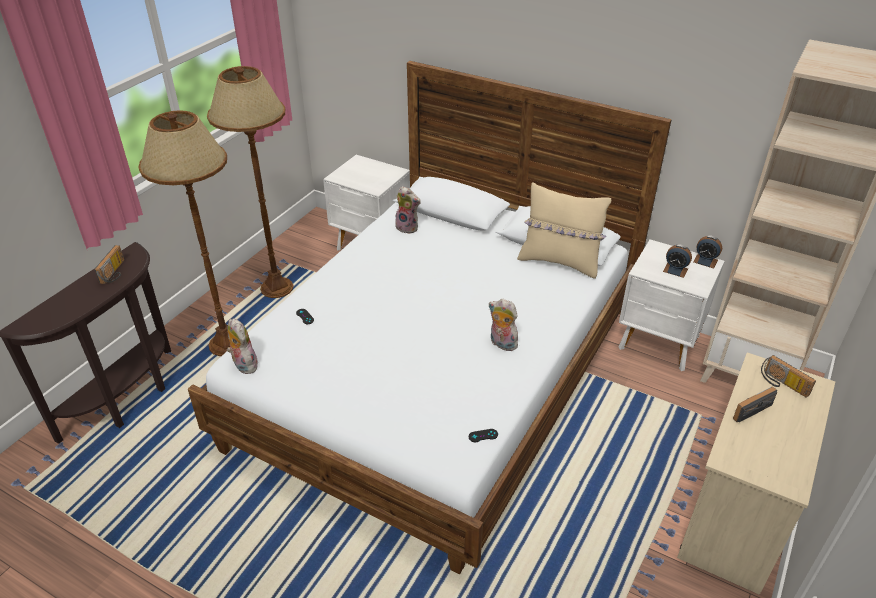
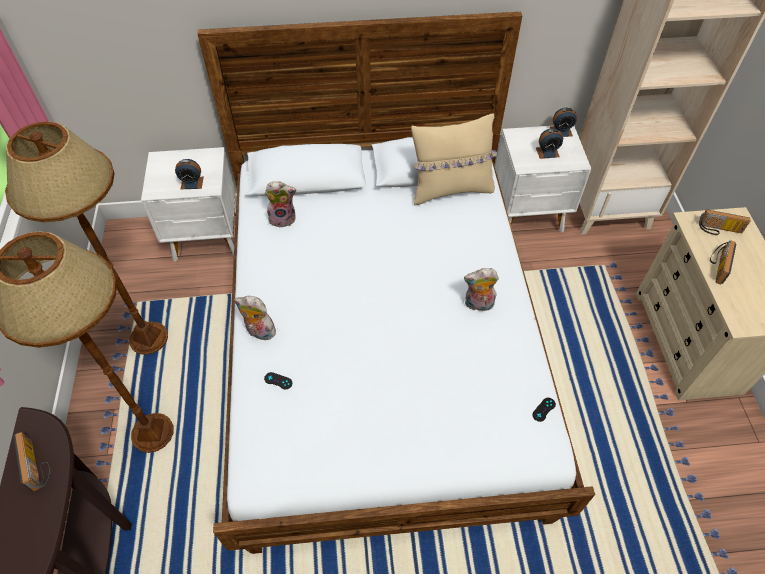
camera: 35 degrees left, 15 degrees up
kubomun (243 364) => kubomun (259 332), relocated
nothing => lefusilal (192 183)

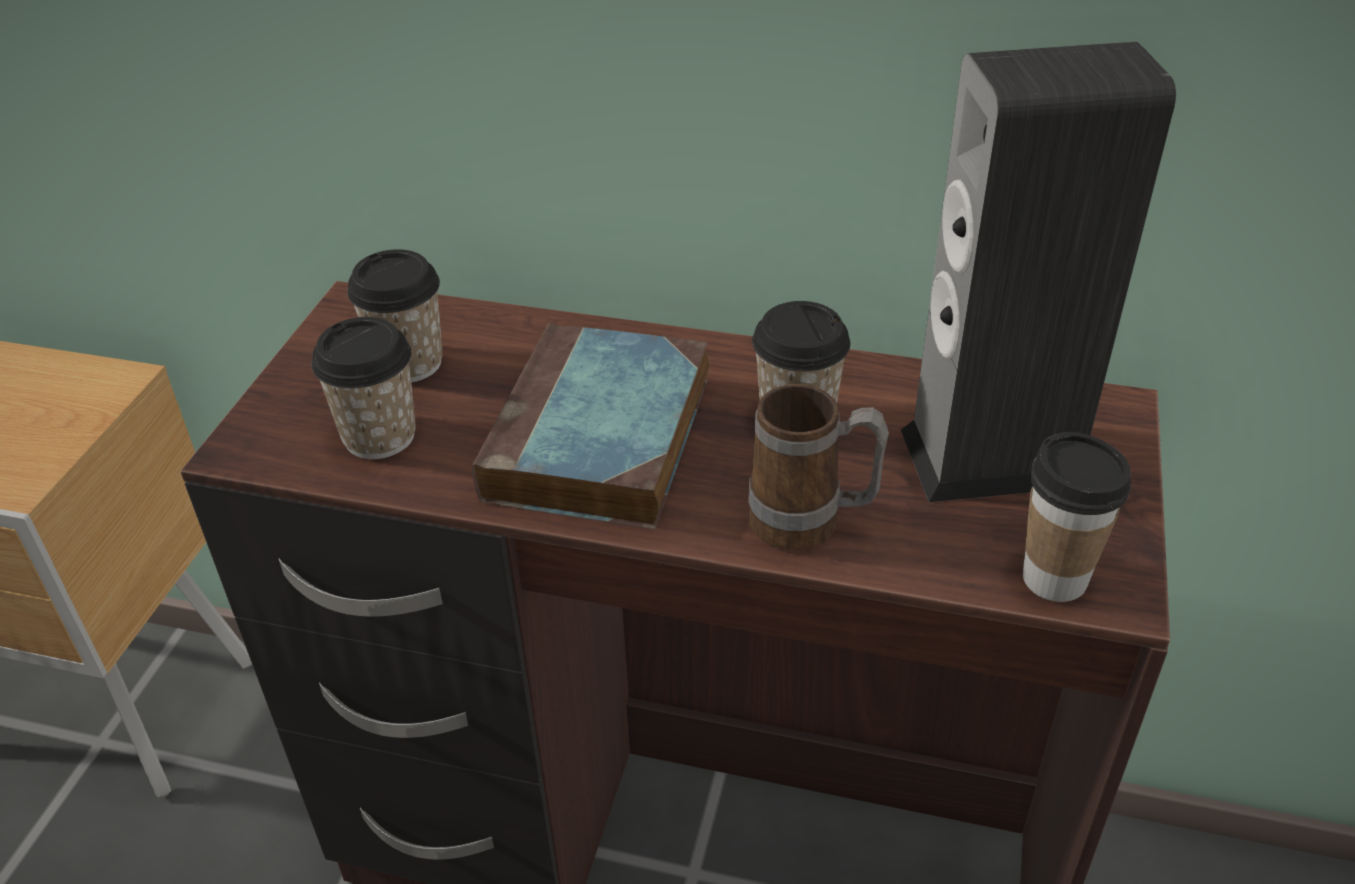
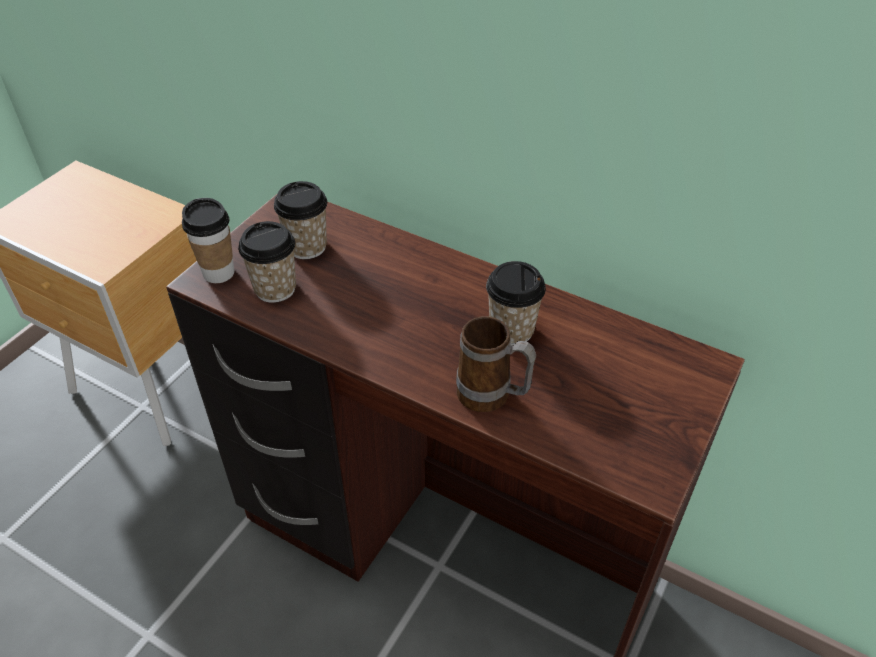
camera: 15 degrees right, 5 degrees up
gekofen (600 442) => nothing
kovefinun (993 457) => nothing
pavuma (1054 578) => pavuma (218 273), relocated

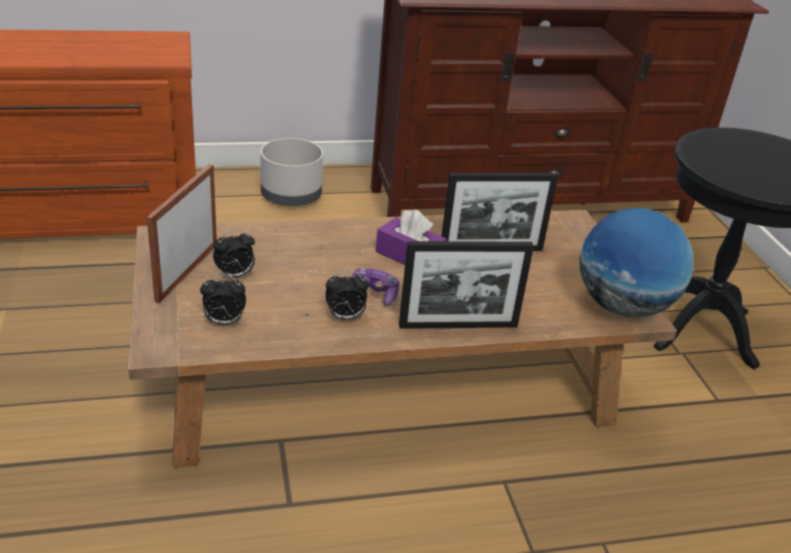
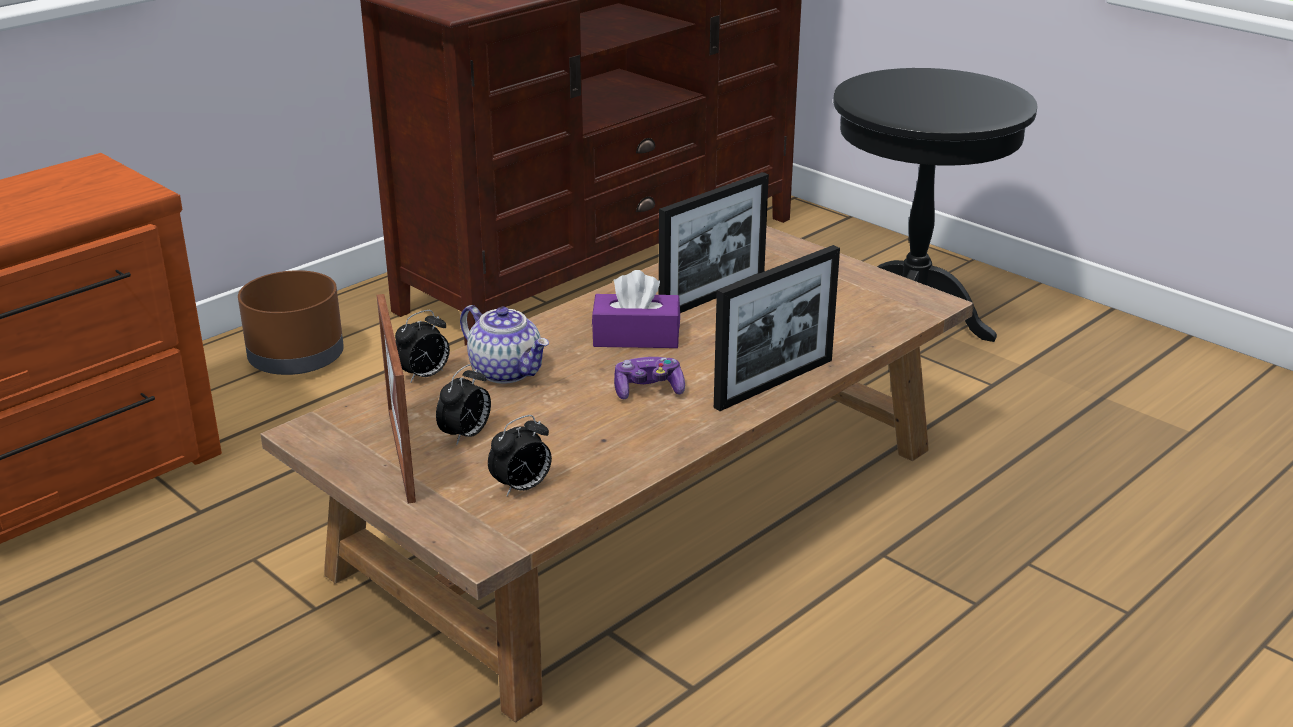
camera: 30 degrees left, 5 degrees down
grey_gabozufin (291 196) => brown_gabozufin (296 359)
lefusilal (345 317) => lefusilal (424 376), relocated
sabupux (623 307) => nothing
nothing => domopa (507 371)

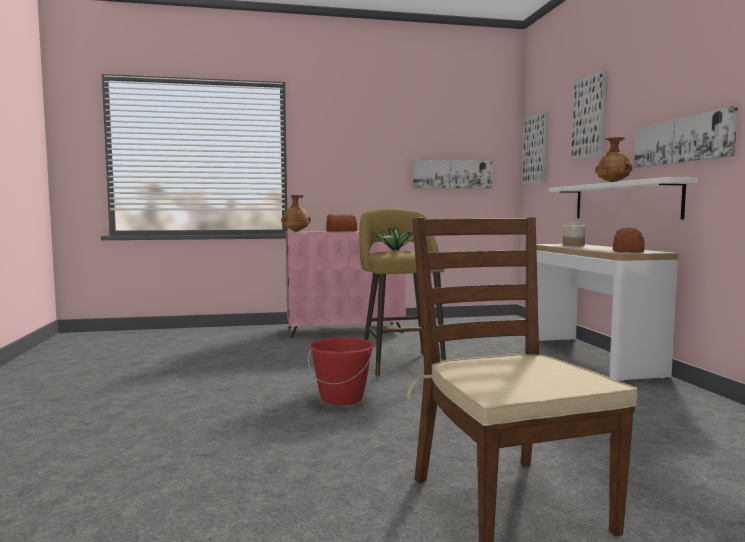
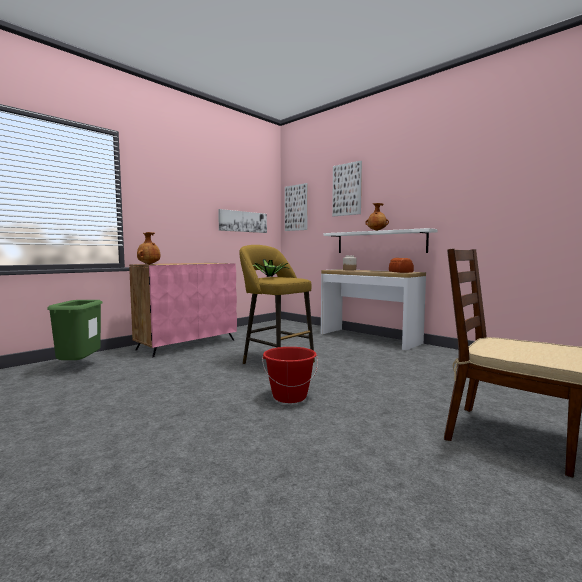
camera: 35 degrees left, 0 degrees up
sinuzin (340 231) => nothing
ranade (682 140) => nothing
nothing => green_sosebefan (79 367)

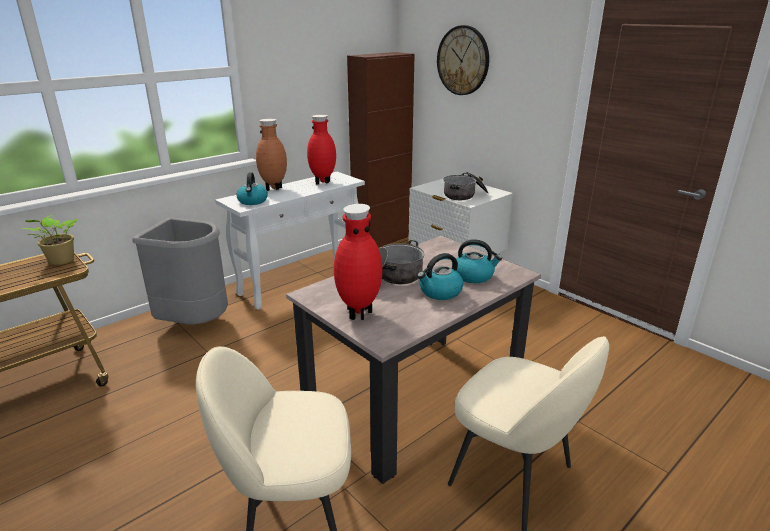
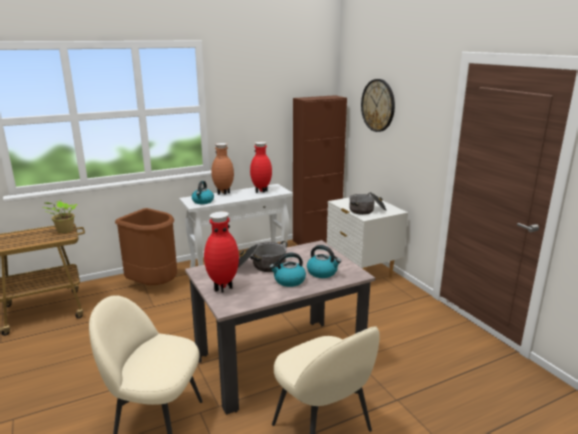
camera: 15 degrees right, 5 degrees down
grey_sosebefan (195 323) => brown_sosebefan (154 284)

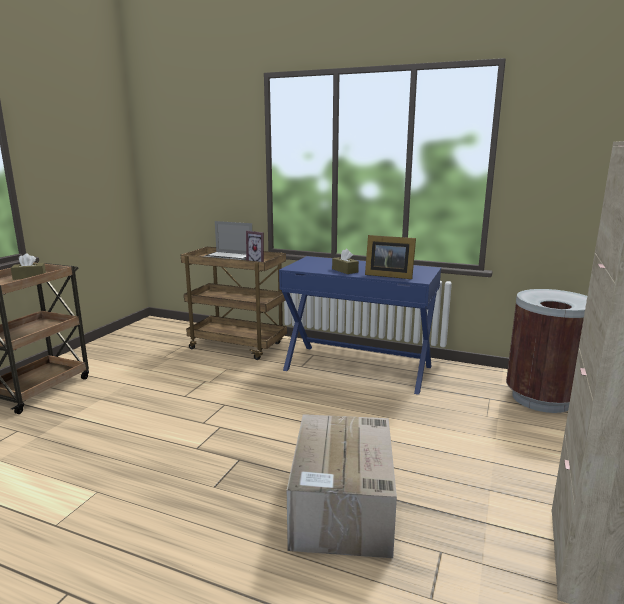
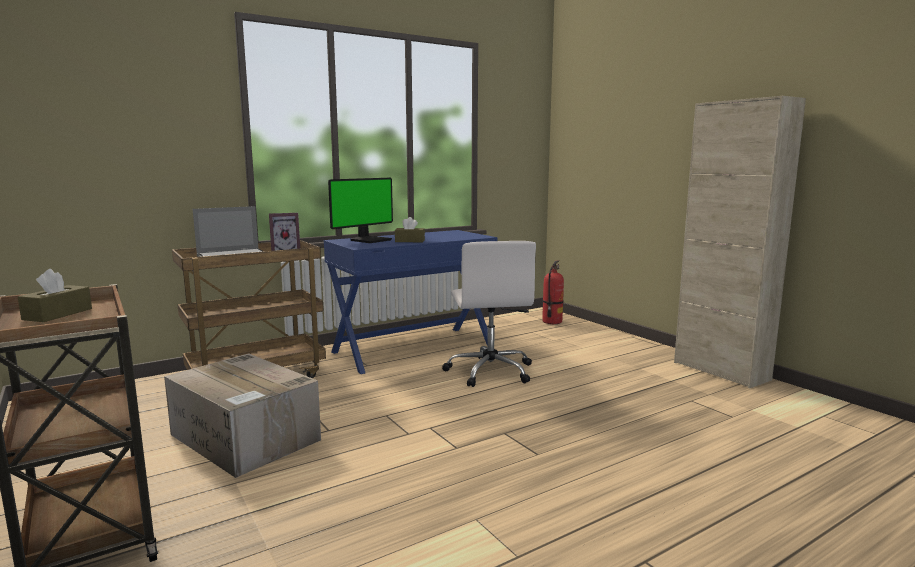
camera: 55 degrees left, 5 degrees down
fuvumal (342 506) => fuvumal (246 438), relocated
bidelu (388 275) => nothing
brown_sosebefan (541 398) => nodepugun (552 322)
nothing => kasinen (370 240)
nothing => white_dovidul (490 371)

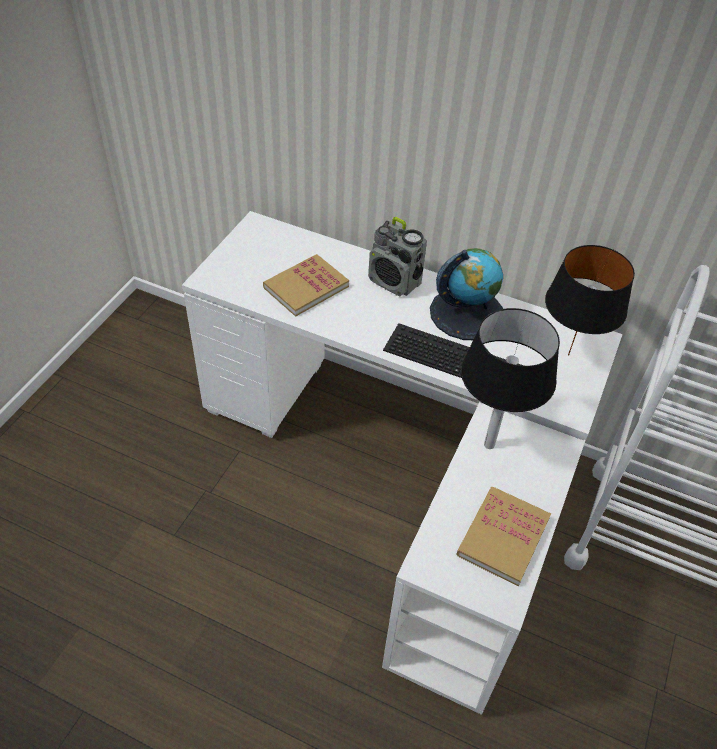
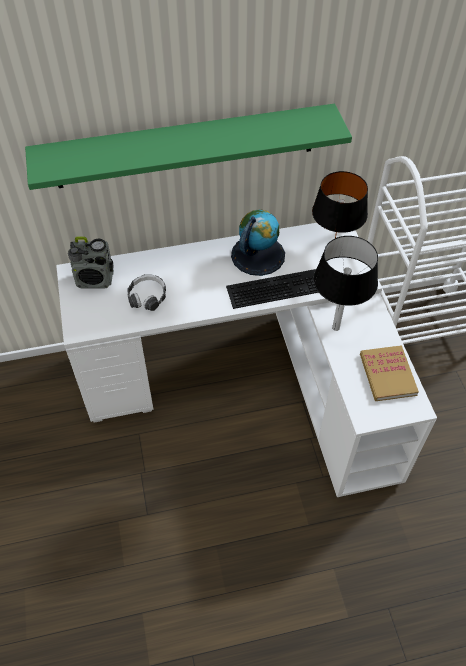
camera: 35 degrees left, 5 degrees up
gekofen (306 287) => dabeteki (147 296)
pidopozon (394 282) => pidopozon (95 280), relocated
nothing => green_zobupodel (186 146)

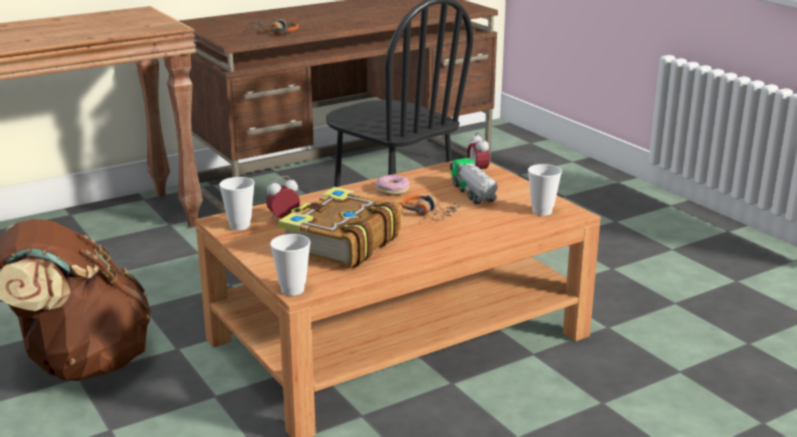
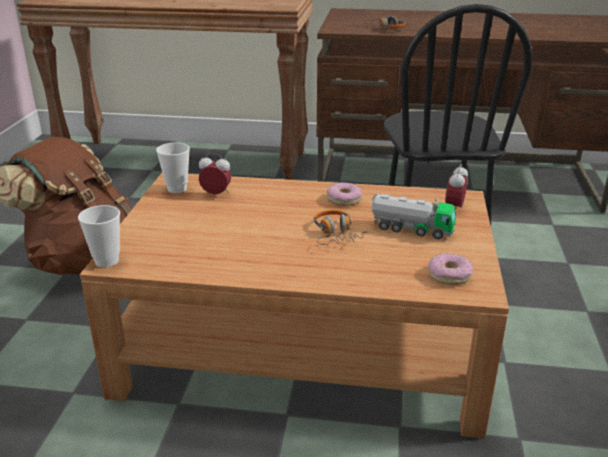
camera: 40 degrees right, 5 degrees up
gekofen (339 245) => nothing
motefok (473 194) => motefok (411 229), 90 degrees clockwise
pavuma (542 211) => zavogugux (449 275)

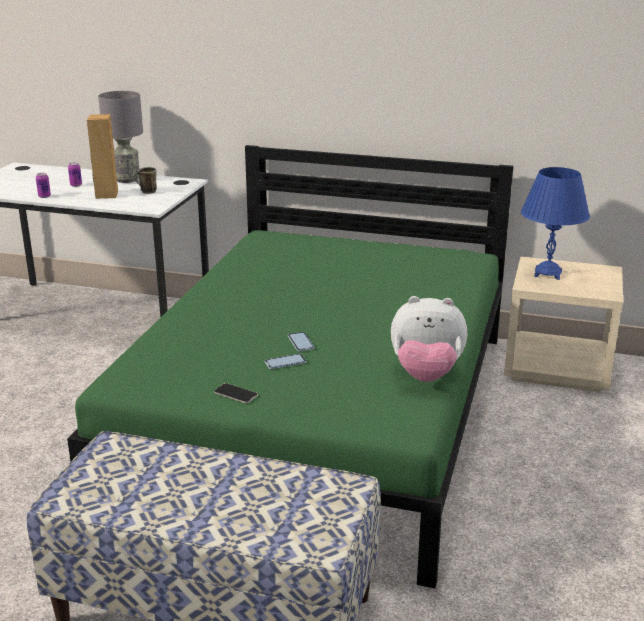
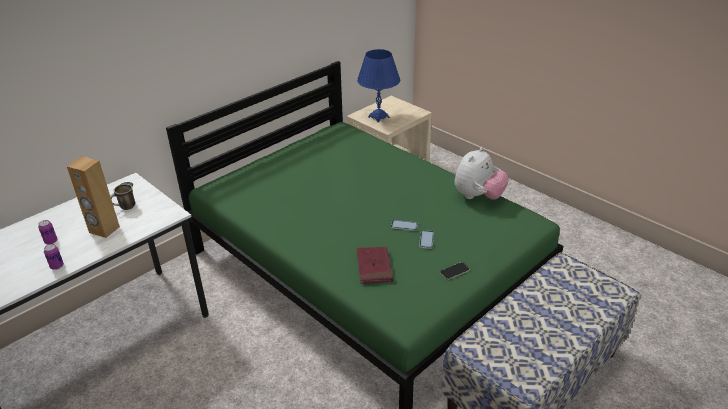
camera: 60 degrees left, 10 degrees up
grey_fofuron (127 180) => nothing
nothing => red_gekofen (374 267)

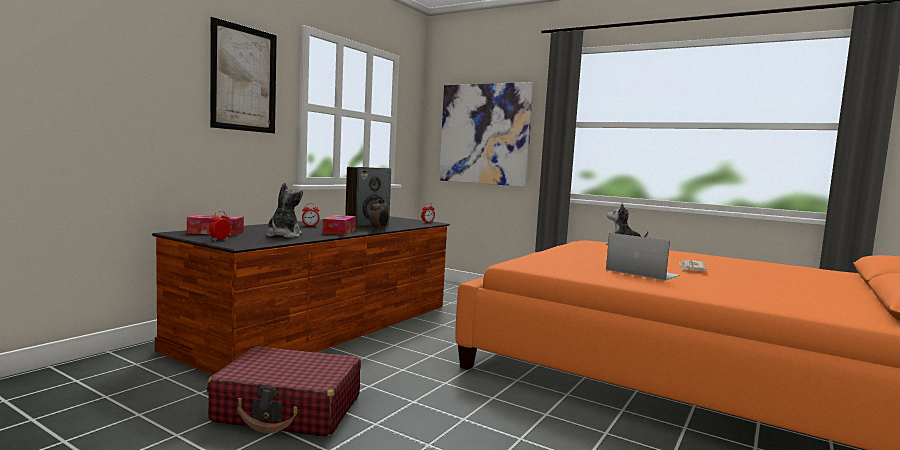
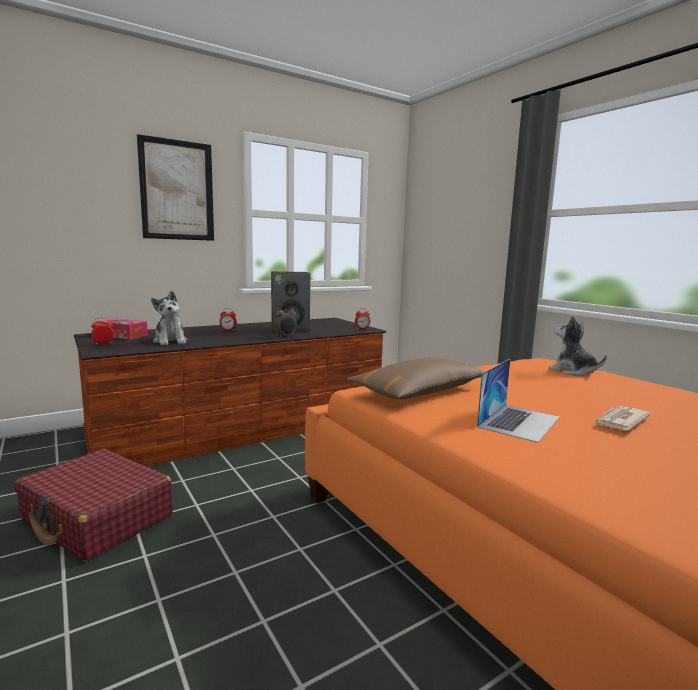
camera: 25 degrees right, 5 degrees up
kubomun (283 235) => kubomun (170 341), 120 degrees clockwise
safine (339 231) => nothing
ranade (484 134) => nothing
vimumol (642 272) => vimumol (519 422), 60 degrees clockwise
nothing => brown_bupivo (420 391)

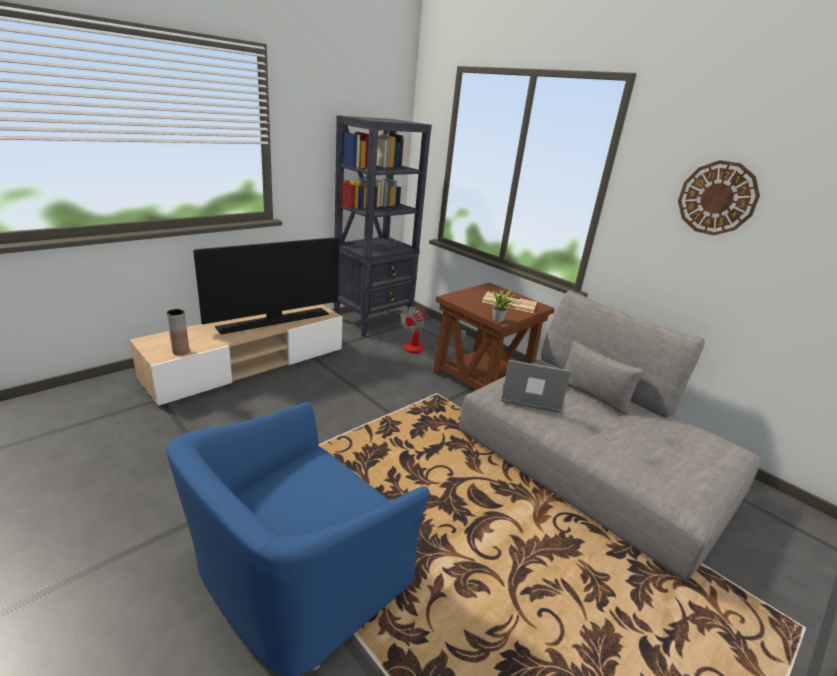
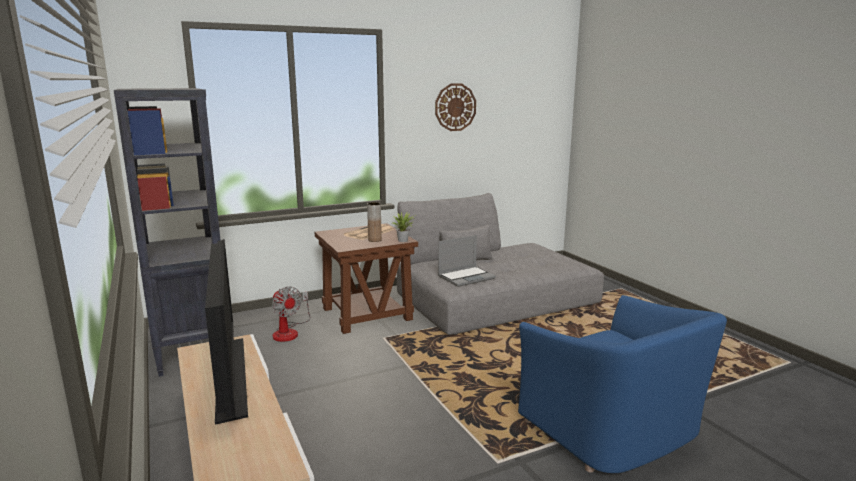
camera: 70 degrees left, 10 degrees down
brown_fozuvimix (181 351) => brown_fozuvimix (374 240), relocated
vimumol (529 396) => vimumol (466 277), 150 degrees counterclockwise

